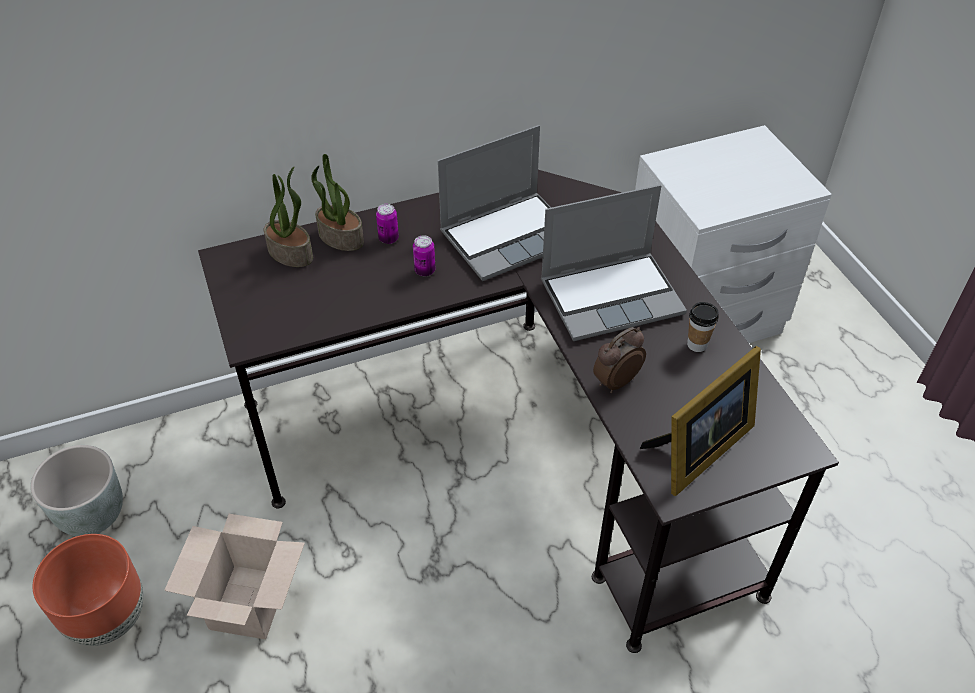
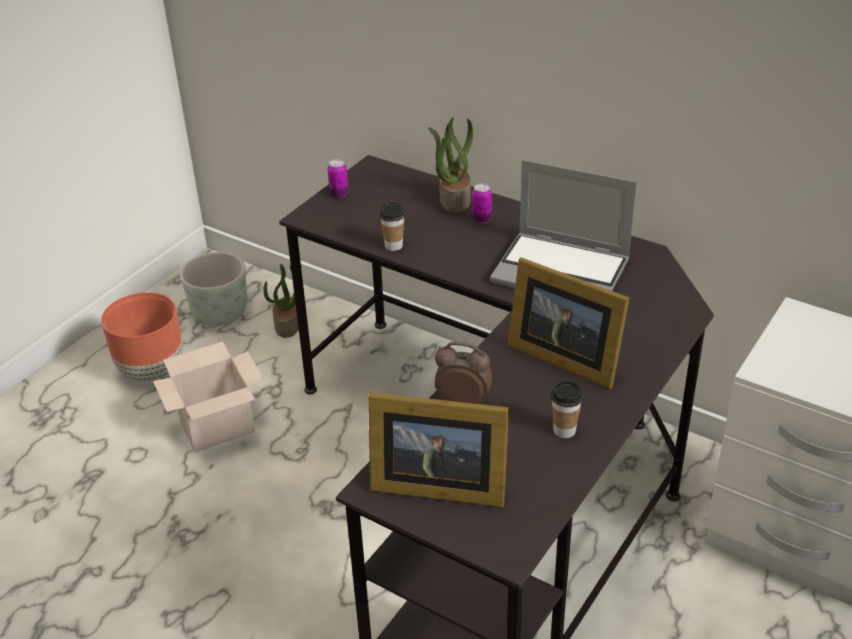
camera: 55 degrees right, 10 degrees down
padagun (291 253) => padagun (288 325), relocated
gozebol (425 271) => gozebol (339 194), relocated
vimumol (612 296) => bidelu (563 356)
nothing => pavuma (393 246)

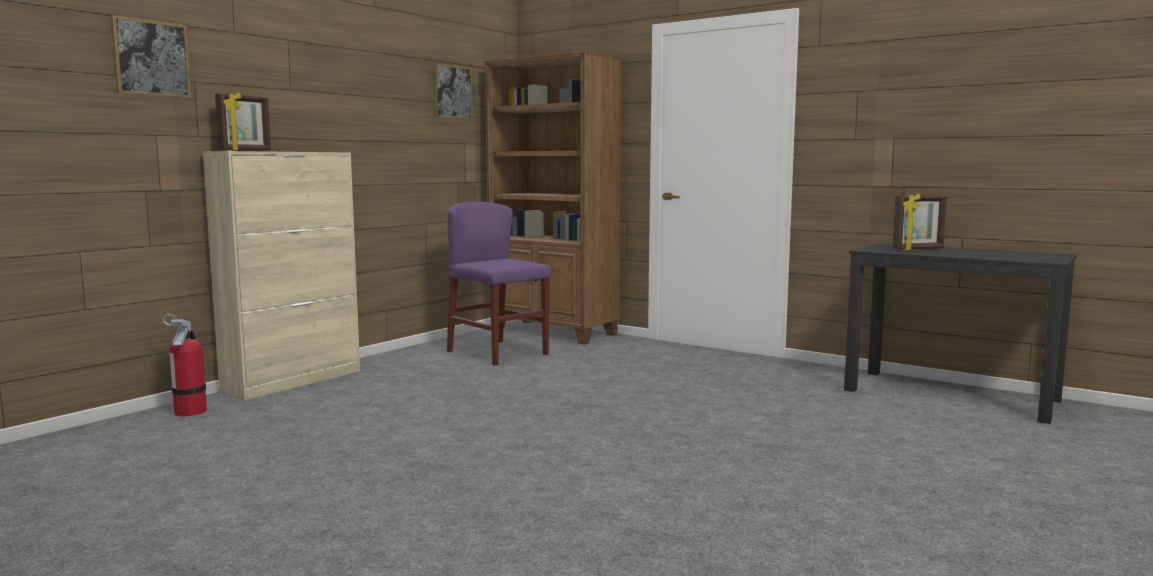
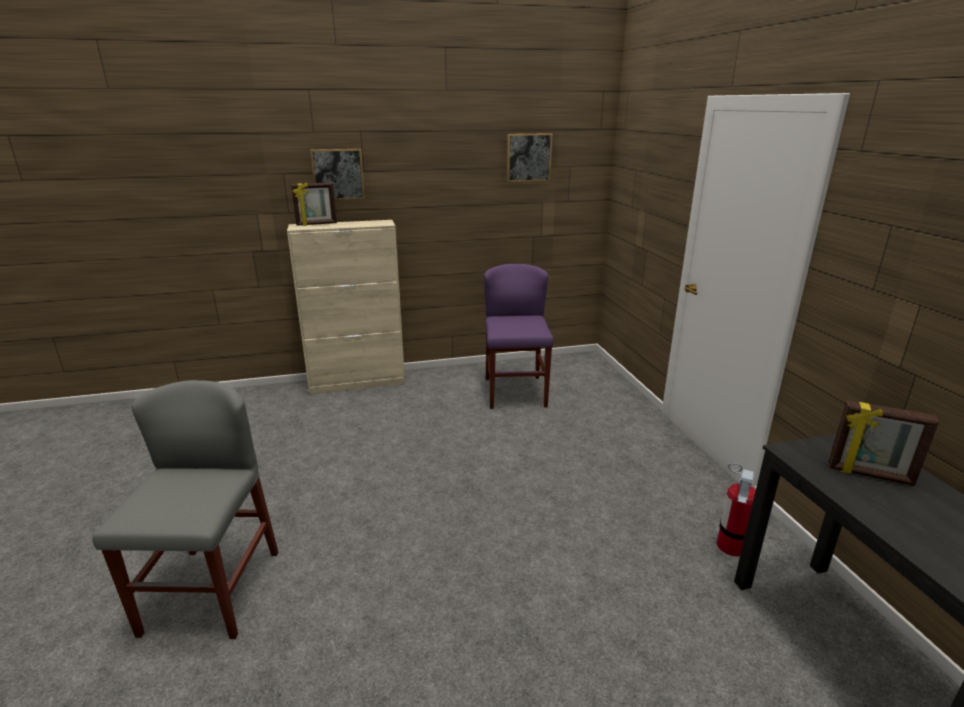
camera: 40 degrees right, 15 degrees up
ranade (151 58) => ranade (338 174), relocated
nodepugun (190 411) => nodepugun (731 545), relocated
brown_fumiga (554 332) => nothing
nothing => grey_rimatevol (212 591)

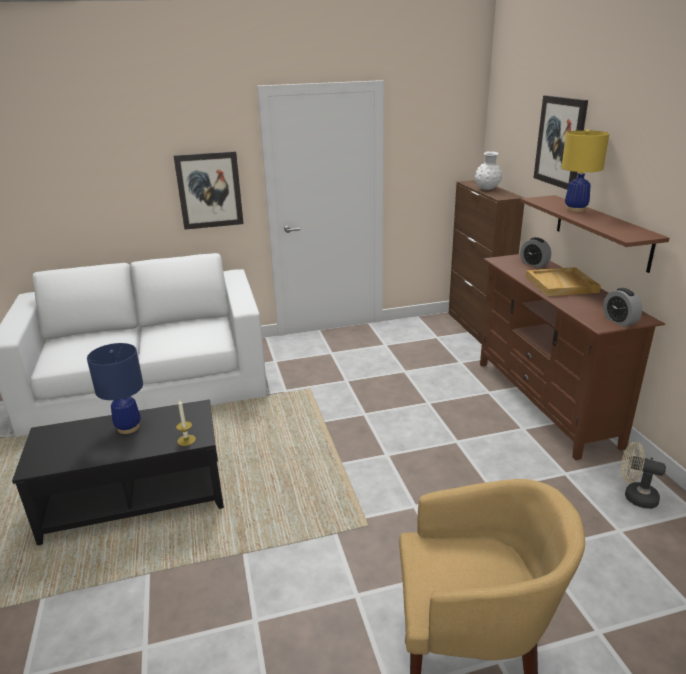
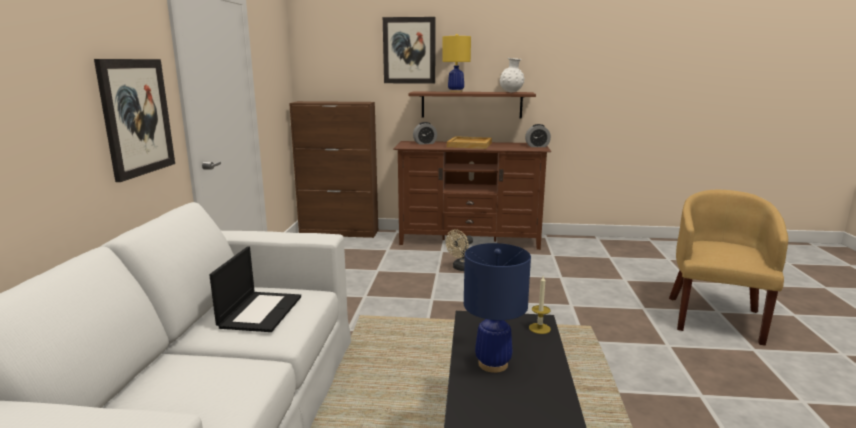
camera: 70 degrees left, 10 degrees down
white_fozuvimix (487 189) => white_fozuvimix (511 92), relocated
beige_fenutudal (635 496) => beige_fenutudal (461 268), relocated
nothing => vimumol (260 311)

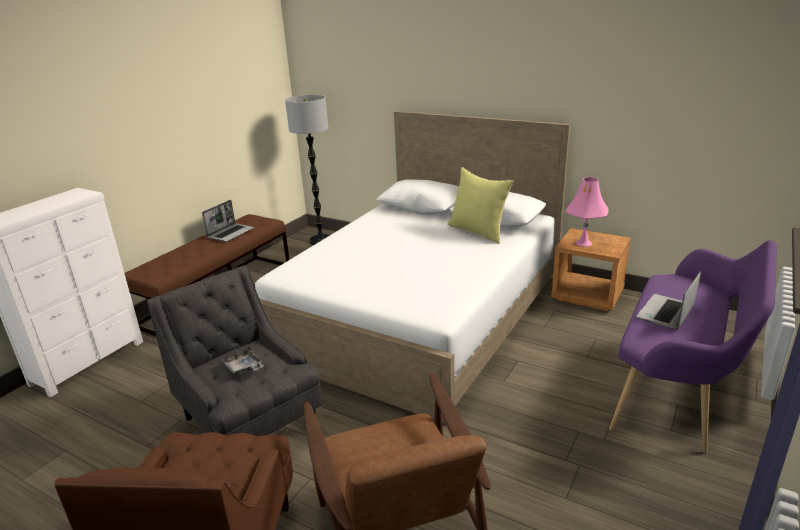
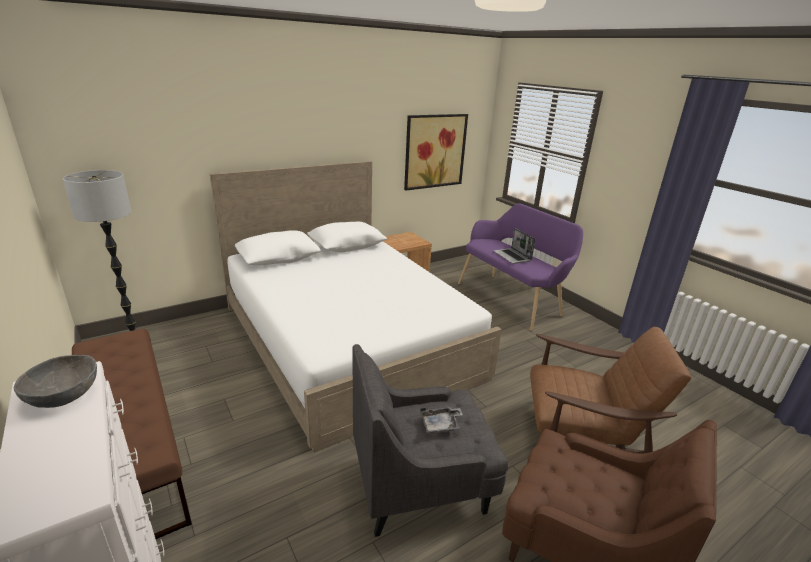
camera: 65 degrees left, 0 degrees up
vimumol (231 233) => nothing
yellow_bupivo (478 231) => nothing
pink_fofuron (583 243) => nothing
nothing => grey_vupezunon (64 395)
nothing => ranade (435 151)

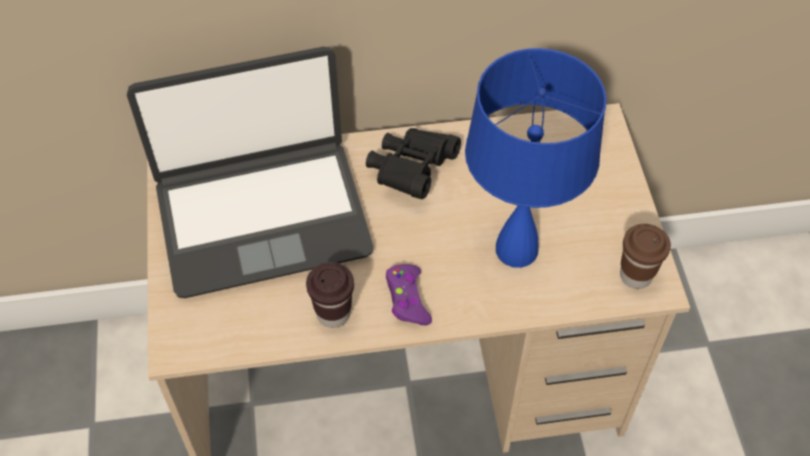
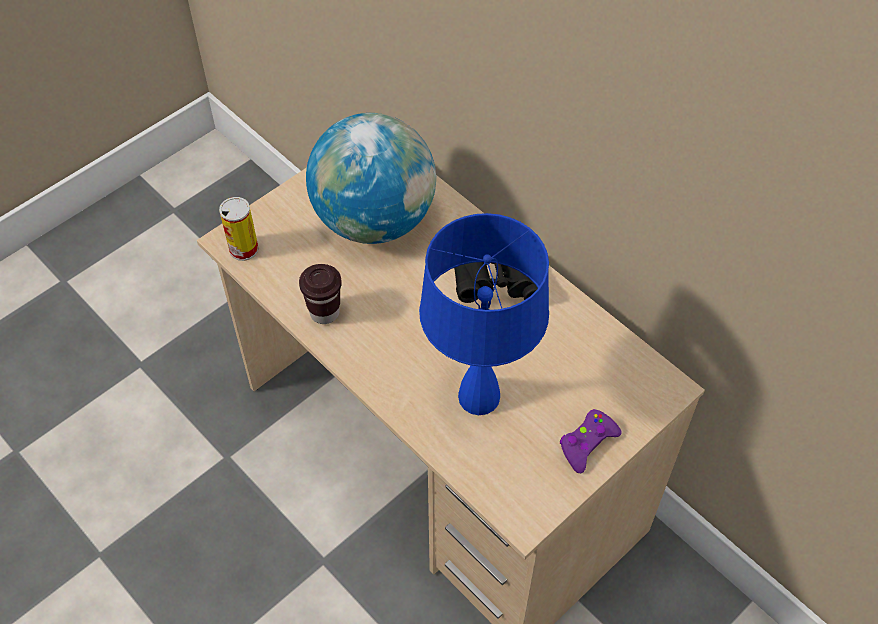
camera: 55 degrees right, 0 degrees up
vimumol (262 216) => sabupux (374 220)
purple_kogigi (407 299) => purple_kogigi (587 443), relocated
brown_pavuma (635 276) => nothing
nothing => gozebol (243 249)

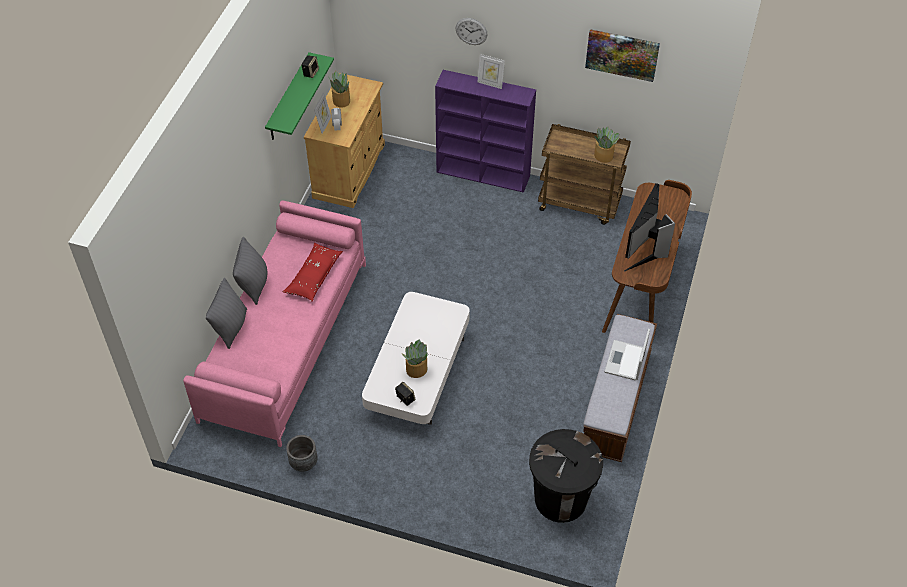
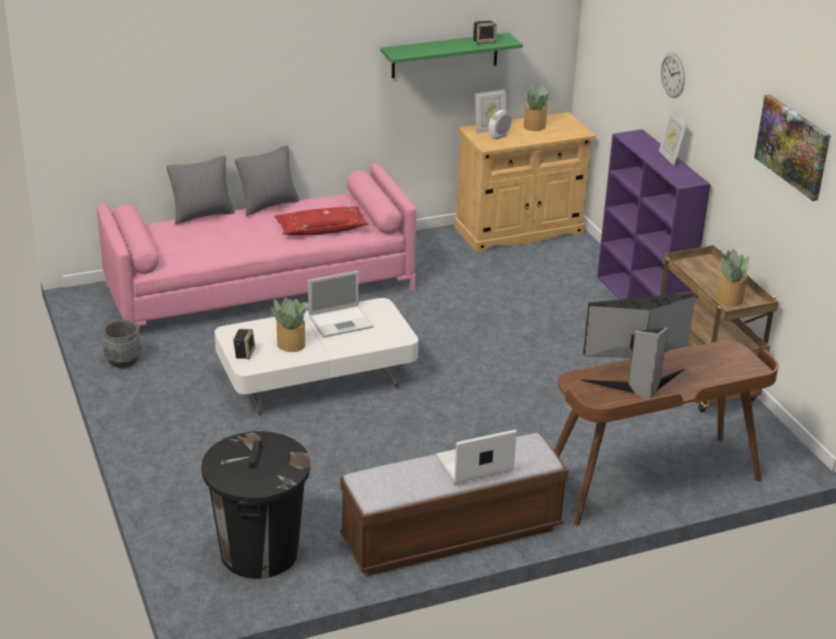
camera: 50 degrees right, 20 degrees down
nothing => vimumol (342 321)

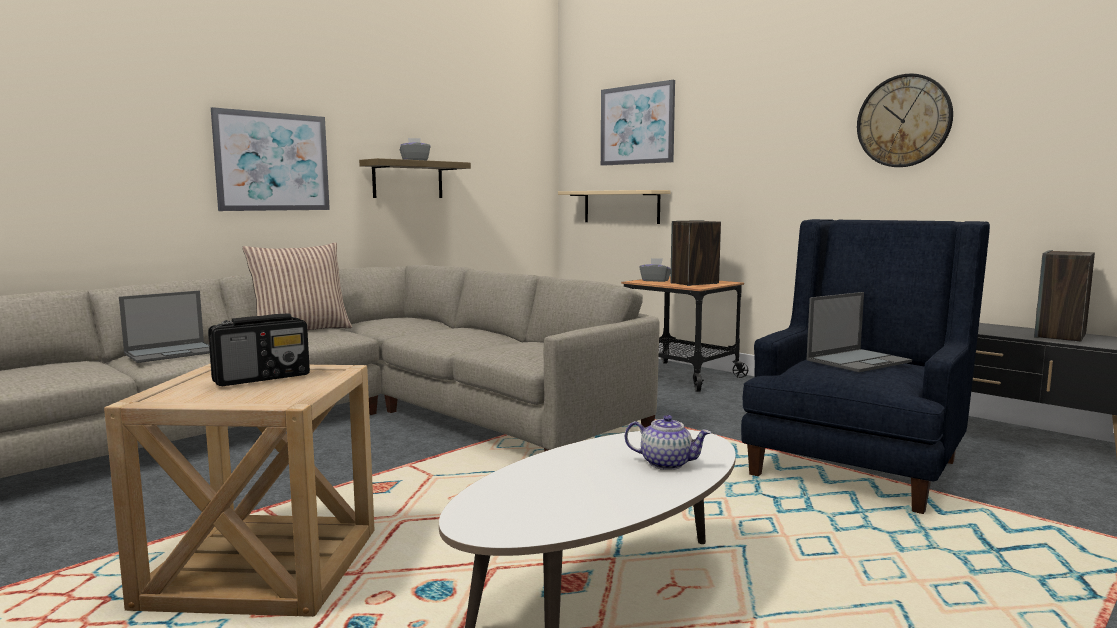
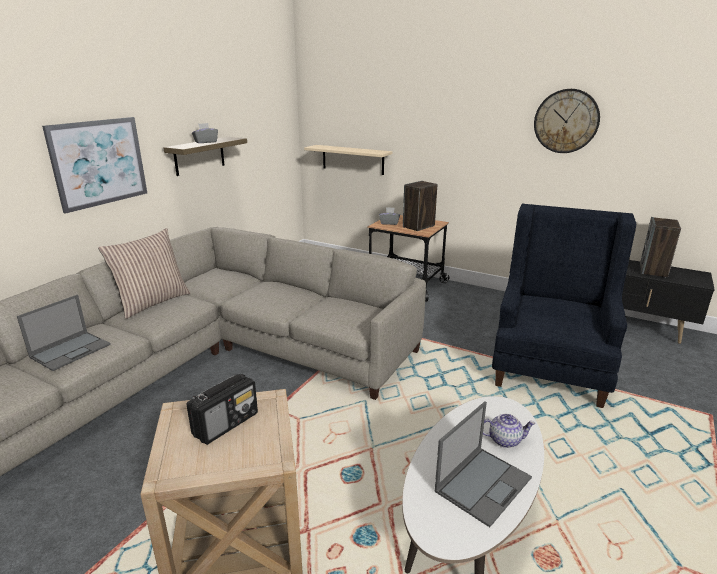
camera: 15 degrees left, 15 degrees up
ranade (637 124) => nothing
vimumol (859 361) => vimumol (483 484), relocated

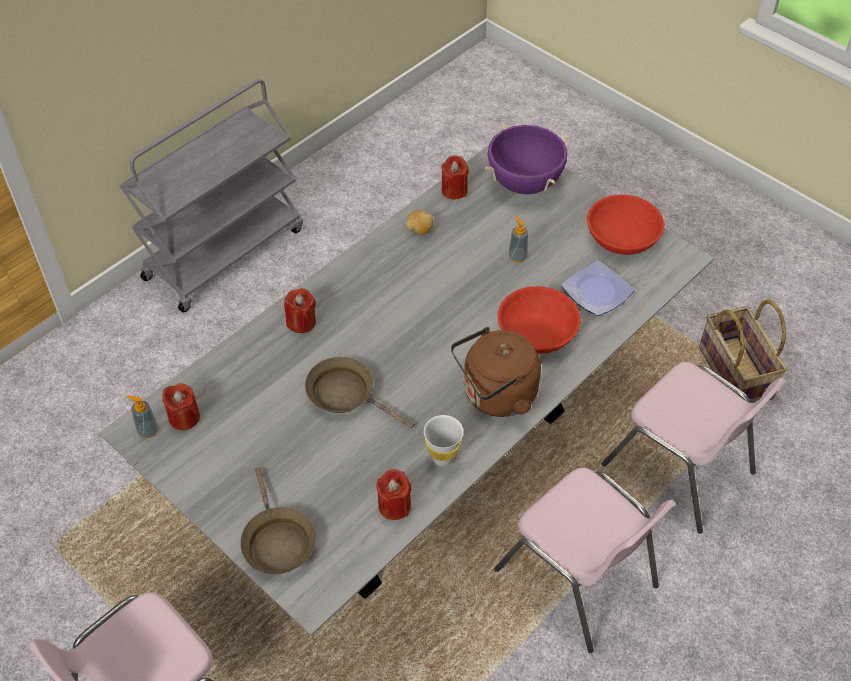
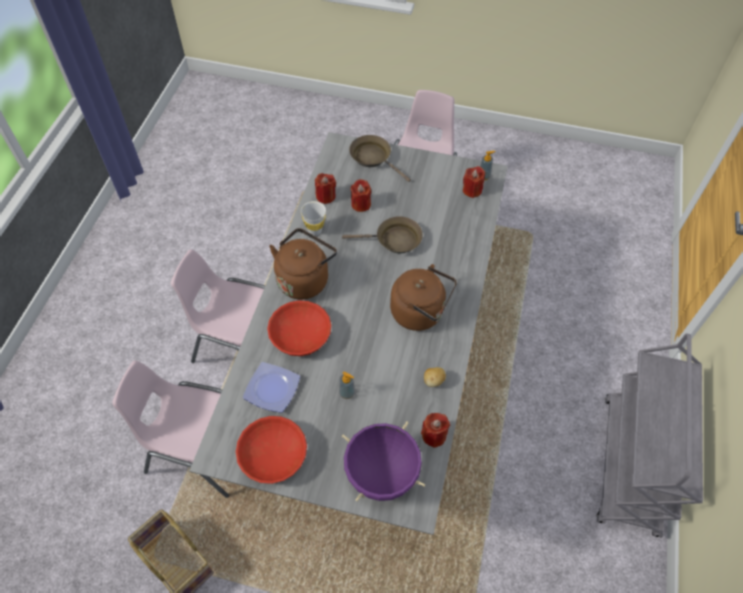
camera: 150 degrees right, 5 degrees up
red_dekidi (301 322) => red_dekidi (361 204), relocated
nothing => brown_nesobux (420 313)

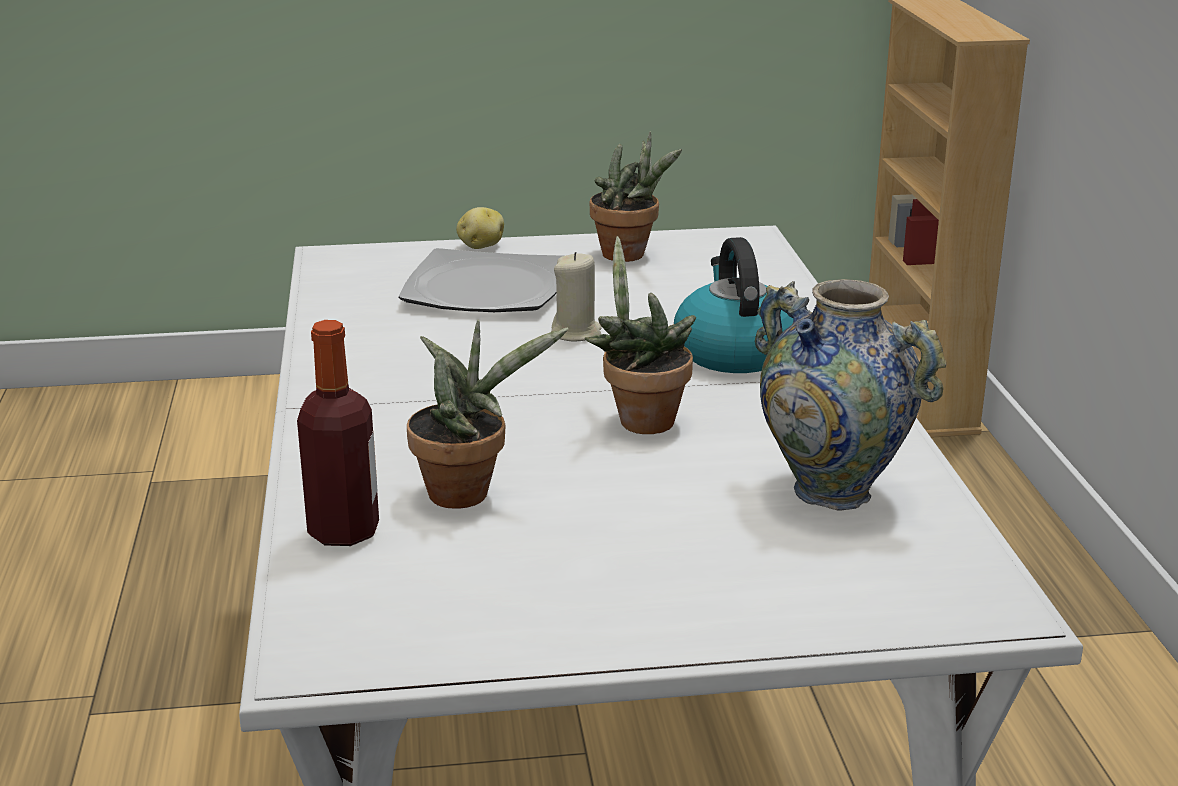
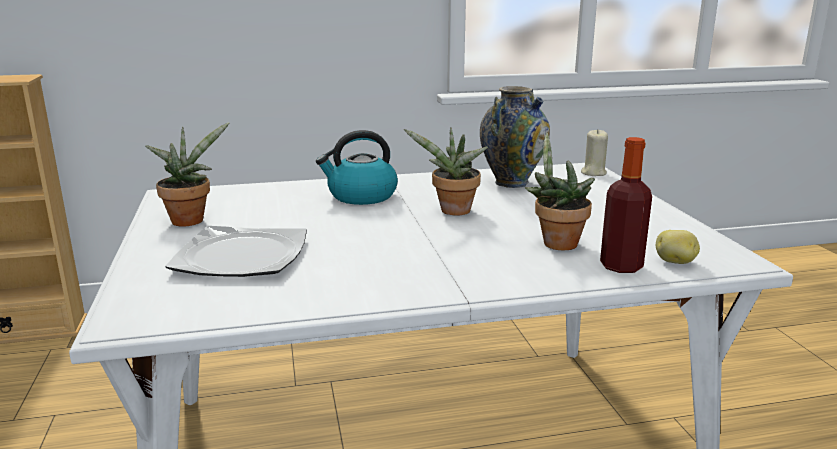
camera: 95 degrees left, 5 degrees down
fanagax (480 246) => fanagax (675 262), relocated
beige_dekidi (576 333) => beige_dekidi (593 173), relocated

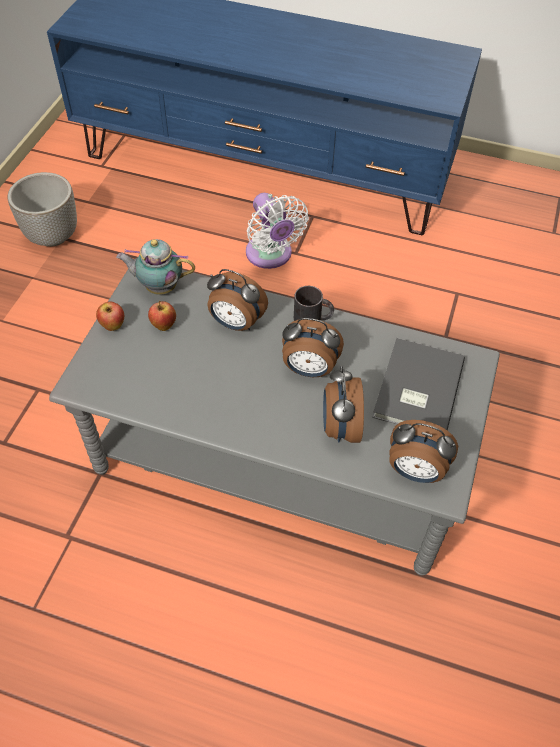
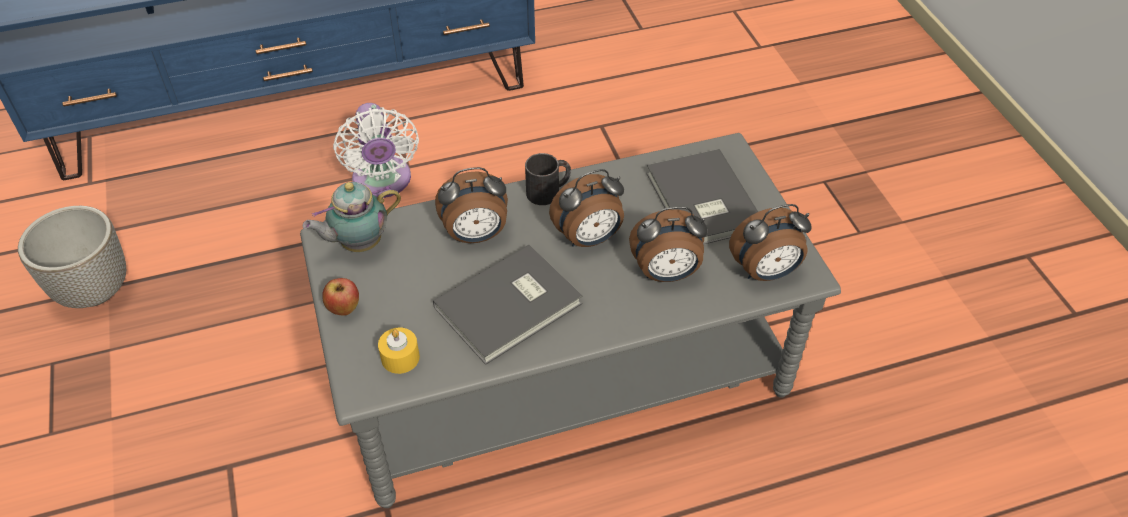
camera: 35 degrees left, 5 degrees down
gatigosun (163 326) => nothing
white_fenutudal (270 255) => white_fenutudal (382 182), 45 degrees clockwise
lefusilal (339 427) => lefusilal (666 274), 60 degrees counterclockwise
nothing => yellow_dekidi (400 357)
nothing => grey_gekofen (512 307)

